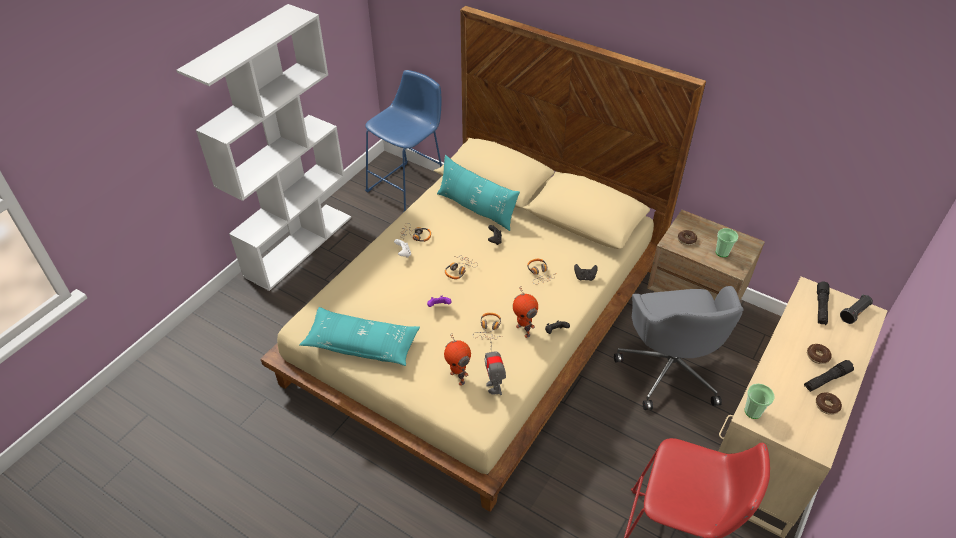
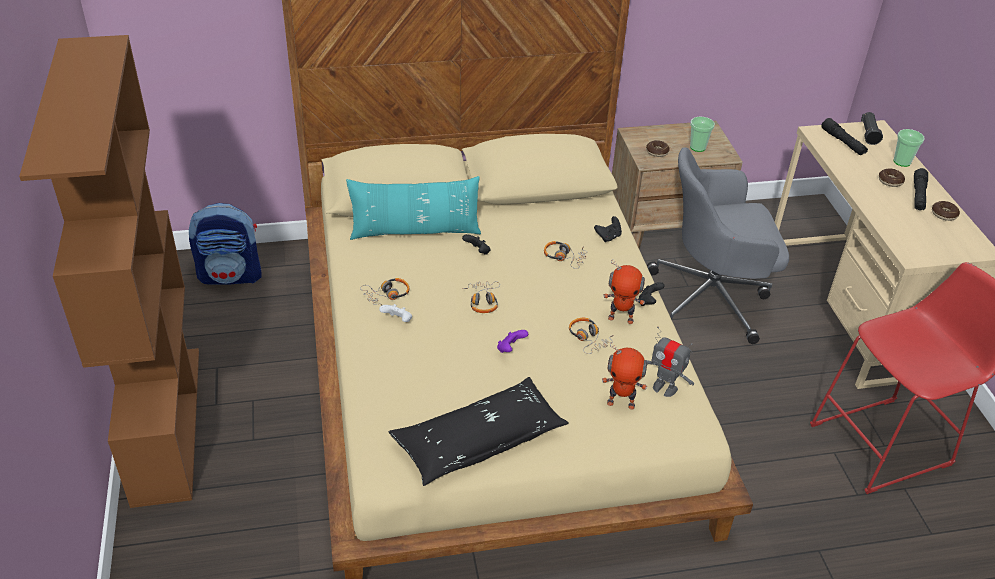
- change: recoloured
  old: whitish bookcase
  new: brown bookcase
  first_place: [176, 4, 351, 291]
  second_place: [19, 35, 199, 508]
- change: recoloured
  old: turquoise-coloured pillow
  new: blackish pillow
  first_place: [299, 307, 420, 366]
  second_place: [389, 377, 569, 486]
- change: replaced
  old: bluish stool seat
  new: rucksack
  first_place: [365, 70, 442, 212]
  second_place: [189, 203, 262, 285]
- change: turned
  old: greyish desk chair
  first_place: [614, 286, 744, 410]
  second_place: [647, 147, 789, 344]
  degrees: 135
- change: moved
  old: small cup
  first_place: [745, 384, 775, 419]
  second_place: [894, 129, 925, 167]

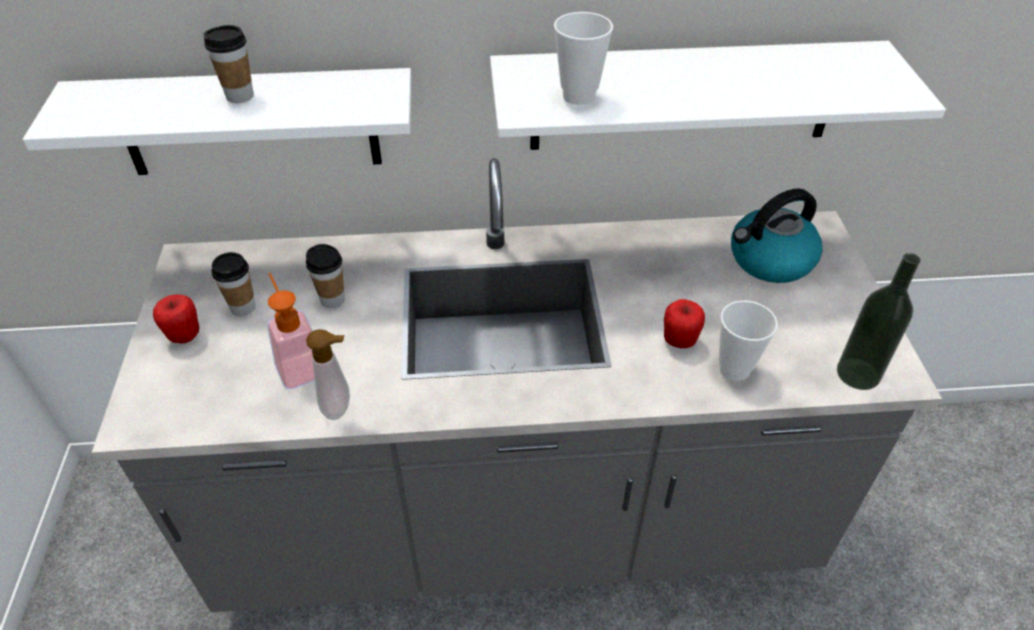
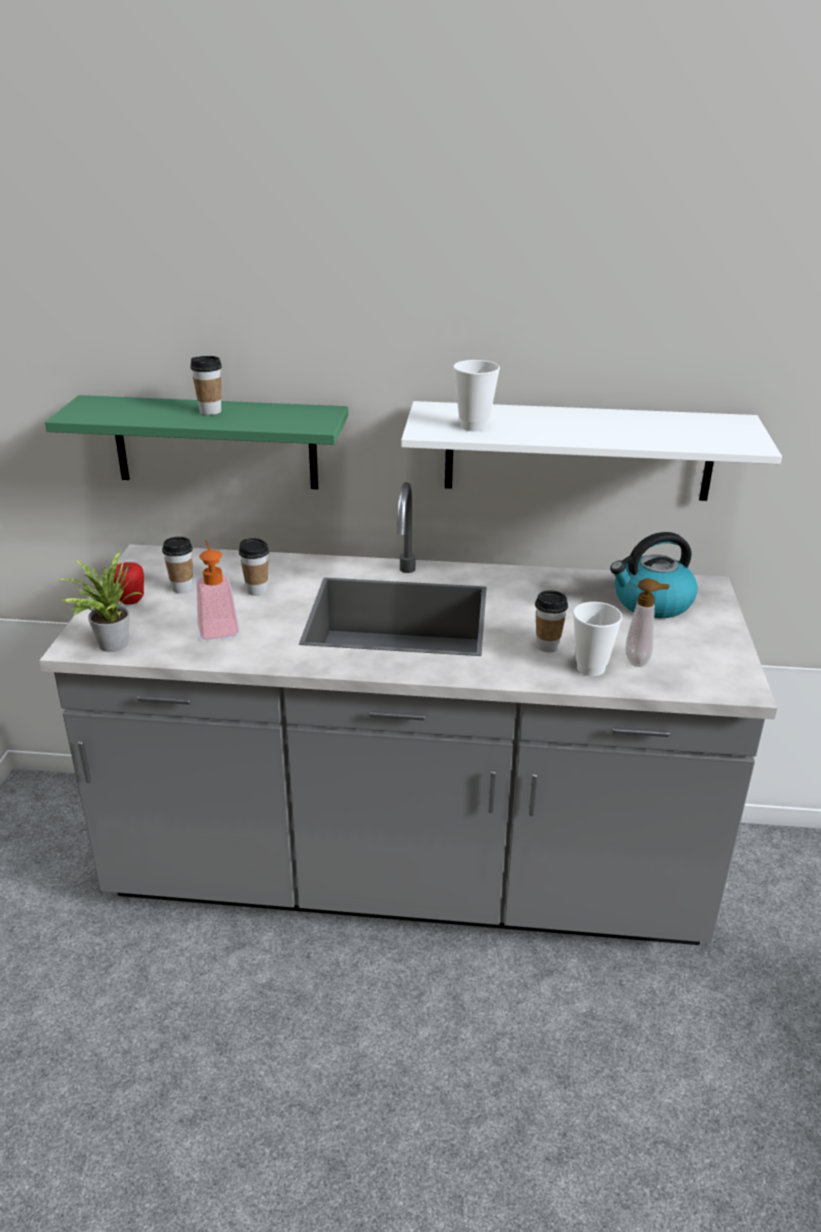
- change: recoloured
  old: whitish wall shelf
  new: greenish wall shelf
  first_place: [23, 68, 412, 175]
  second_place: [45, 395, 348, 489]
- change: moved
  old: liquid soap bottle
  first_place: [306, 329, 350, 420]
  second_place: [625, 578, 670, 667]
- change: replaced
  old: apple fruit
  new: small cup
  first_place: [664, 299, 705, 348]
  second_place: [535, 590, 568, 652]
- change: removed
  old: drink bottle
  first_place: [837, 253, 920, 390]
- change: added
  new: houseplant
  second_place: [56, 551, 141, 652]

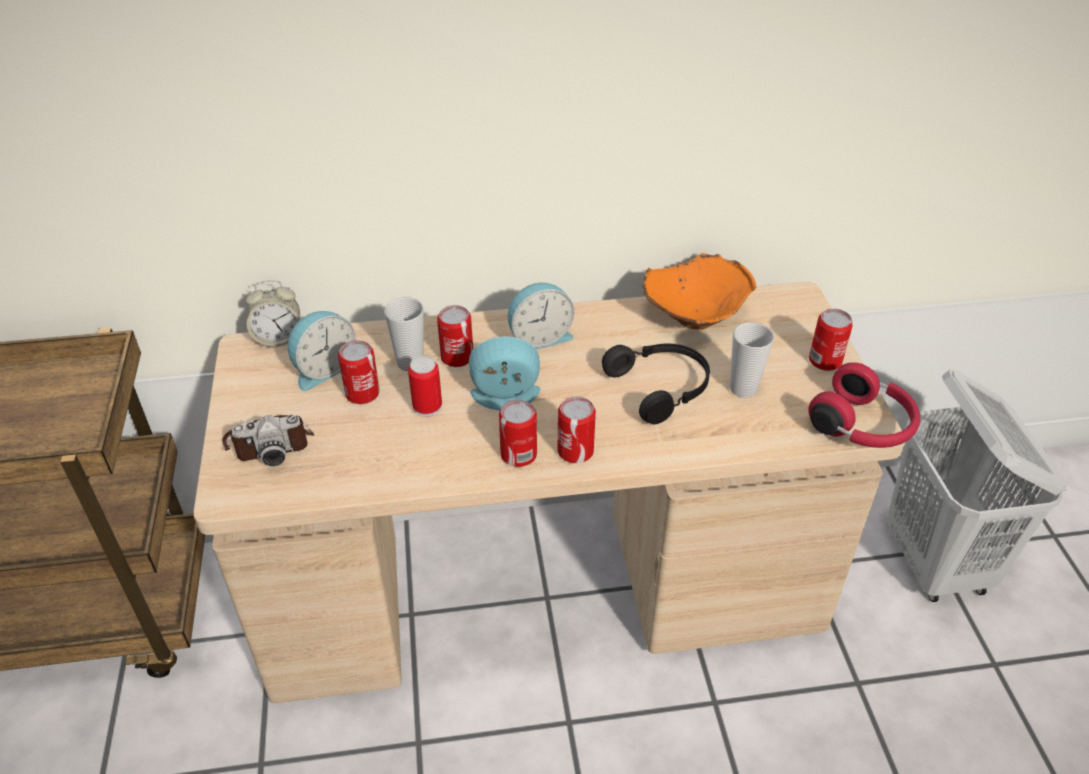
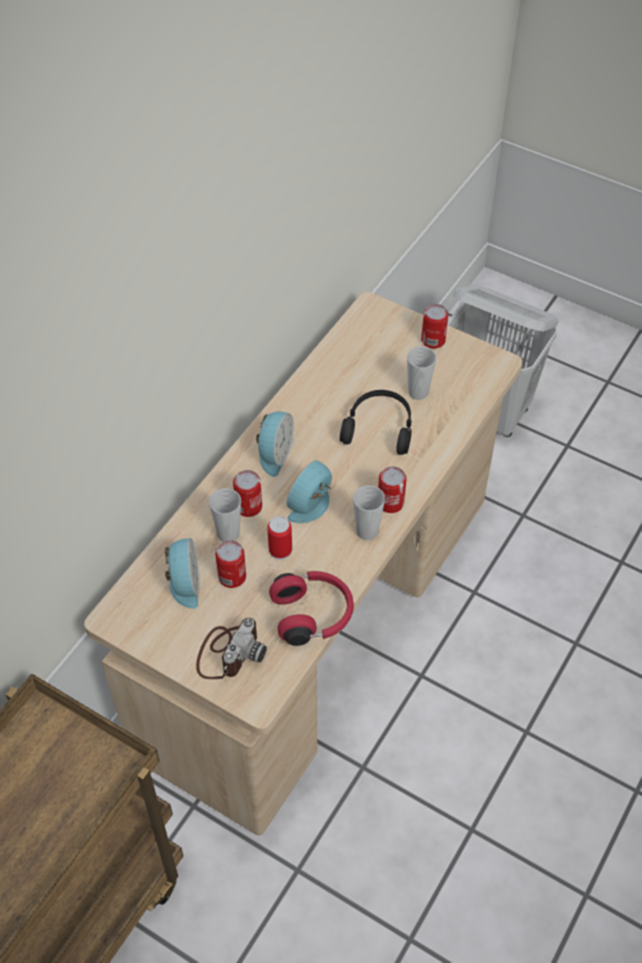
- change: removed
  old: table clock
  first_place: [246, 280, 300, 347]
- change: replaced
  old: can
  new: small cup
  first_place: [499, 400, 537, 467]
  second_place: [353, 485, 385, 540]
- change: removed
  old: orangey deep dish
  first_place: [642, 253, 756, 329]
- change: moved
  old: reddish headset
  first_place: [808, 362, 920, 448]
  second_place: [269, 571, 354, 646]

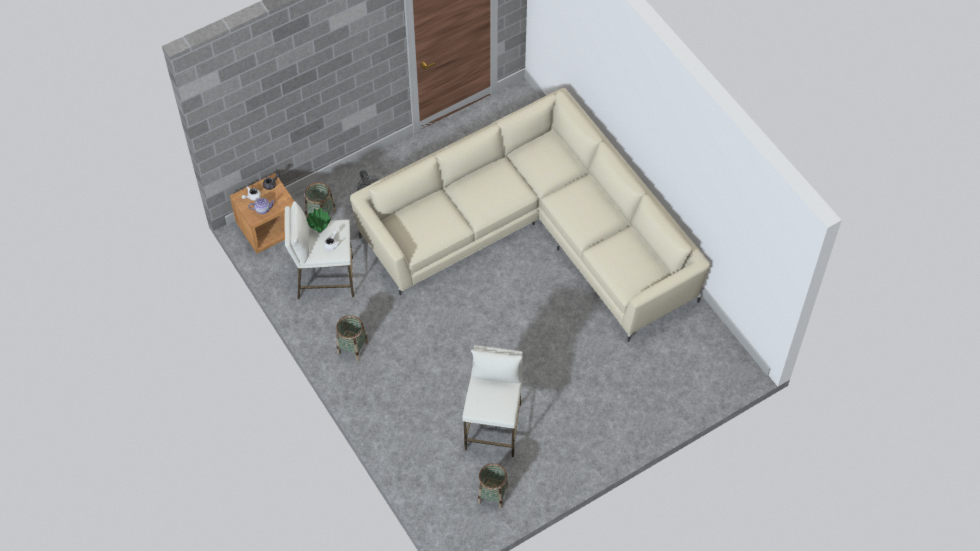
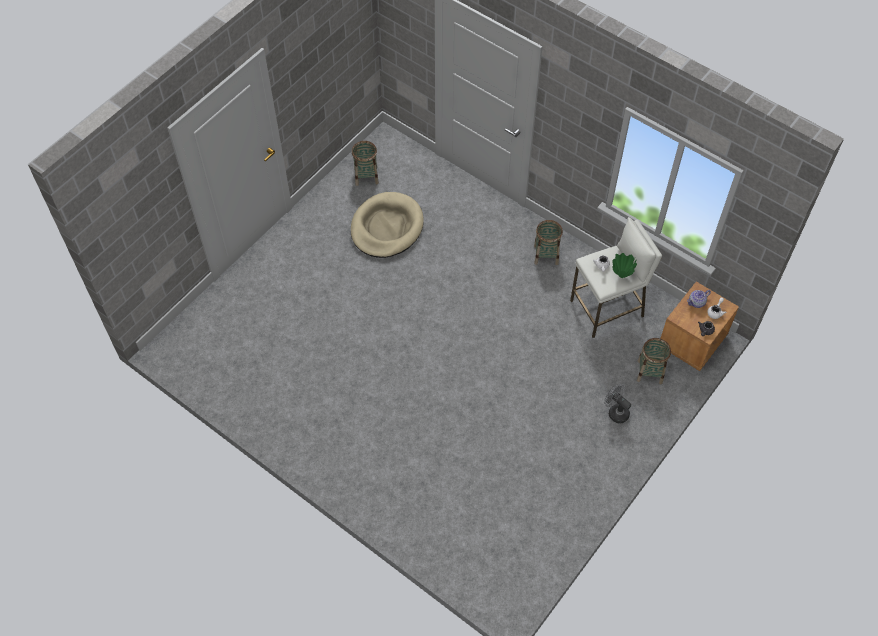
- change: removed
  old: sand-coloured sofa
  first_place: [350, 88, 710, 342]
- change: replaced
  old: whitish stool seat
  new: sand-coloured dog cushion
  first_place: [462, 345, 523, 457]
  second_place: [351, 192, 424, 258]

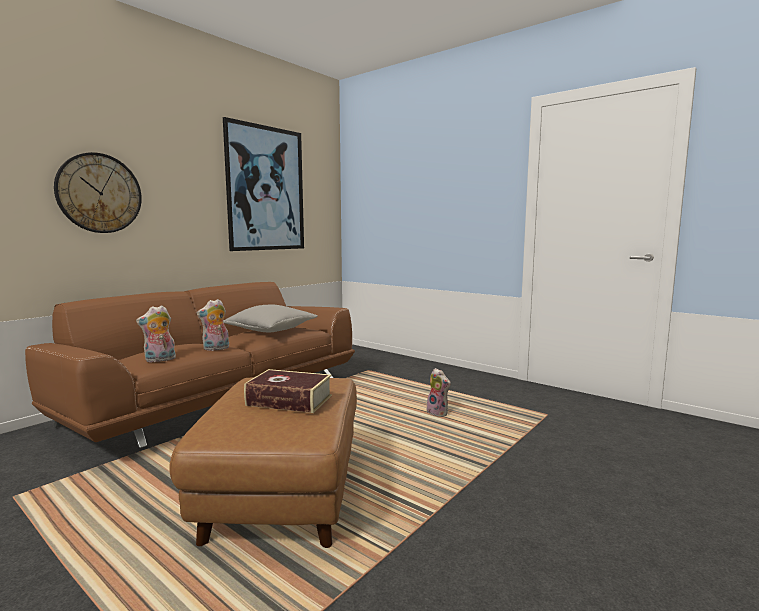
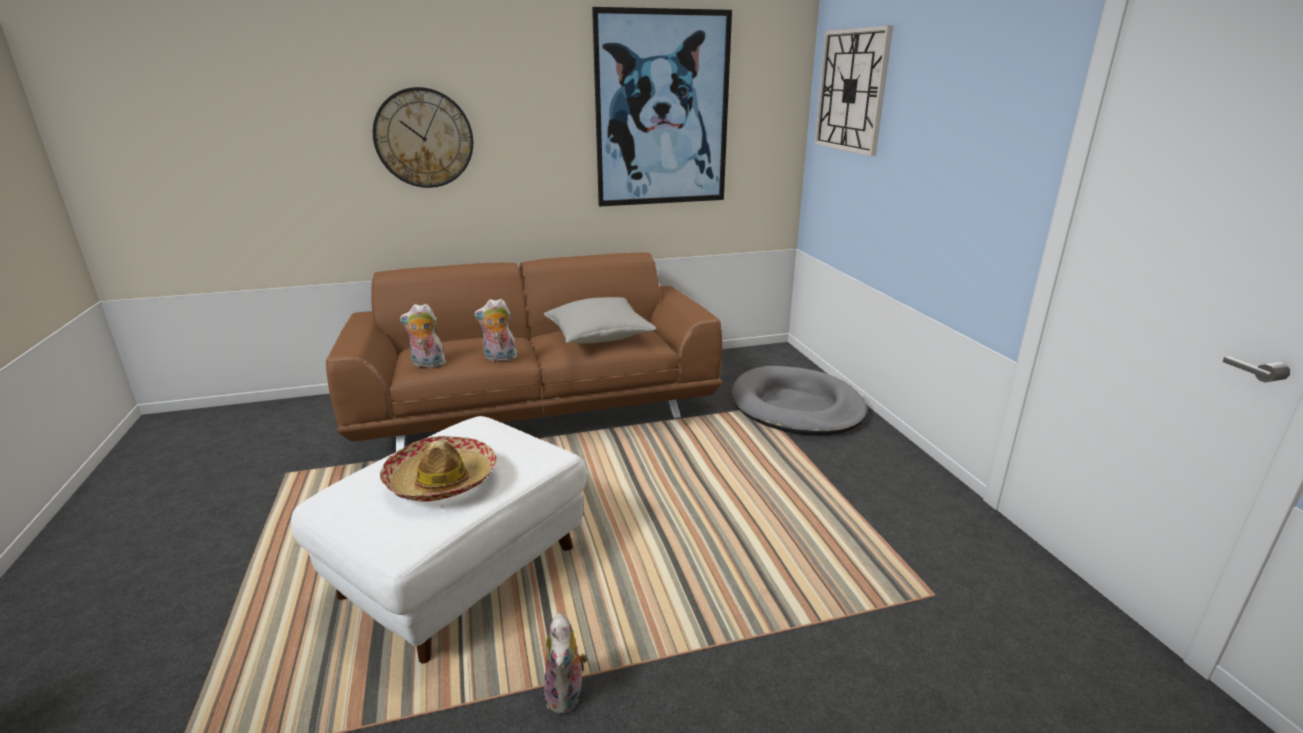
- change: recoloured
  old: brown footrest
  new: whitish footrest
  first_place: [169, 378, 357, 548]
  second_place: [291, 416, 587, 664]
- change: replaced
  old: book
  new: wearable hat
  first_place: [244, 369, 332, 413]
  second_place: [380, 436, 496, 501]
- change: moved
  old: soft toy
  first_place: [427, 368, 451, 417]
  second_place: [544, 613, 588, 714]
- change: added
  new: greyish dog cushion
  second_place: [732, 366, 867, 435]
- change: added
  new: hanging clock
  second_place: [814, 25, 893, 156]

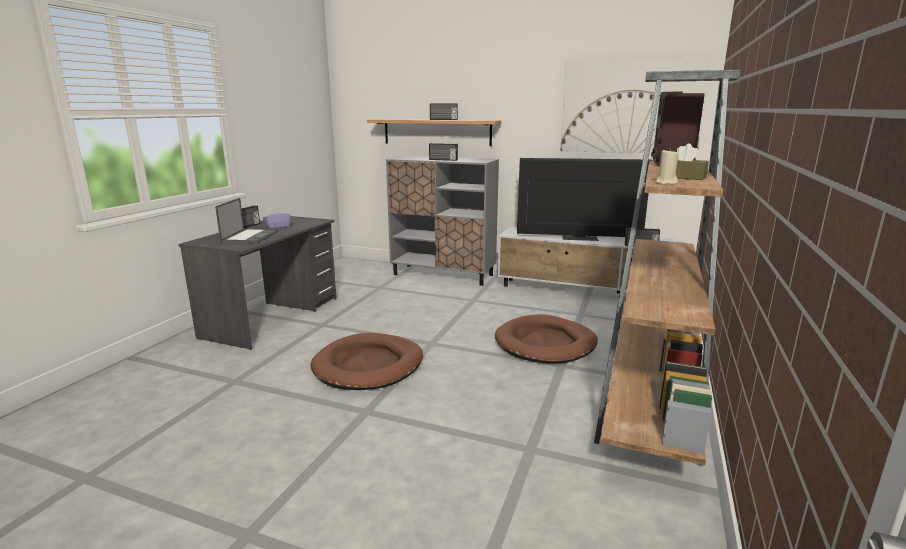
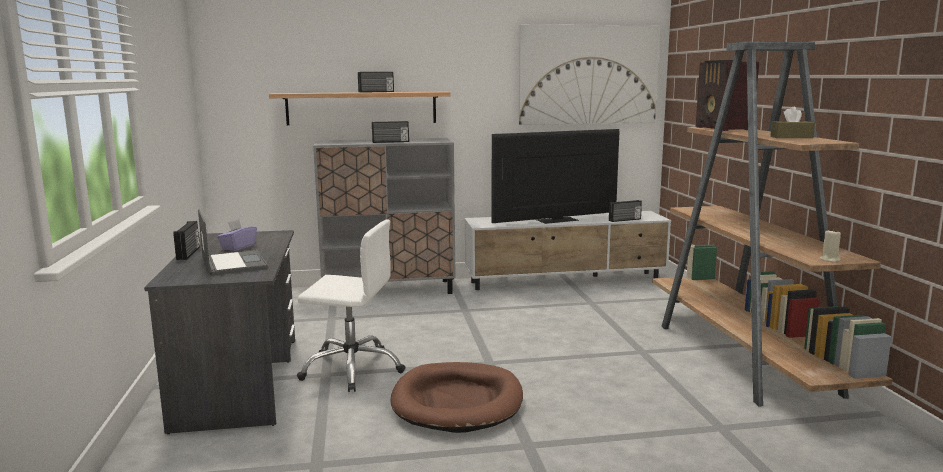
- change: removed
  old: brown dog cushion
  first_place: [495, 314, 598, 364]
- change: moved
  old: sand-coloured wax light
  first_place: [655, 148, 679, 184]
  second_place: [820, 229, 841, 263]
- change: added
  new: whitish desk chair
  second_place: [297, 219, 406, 392]

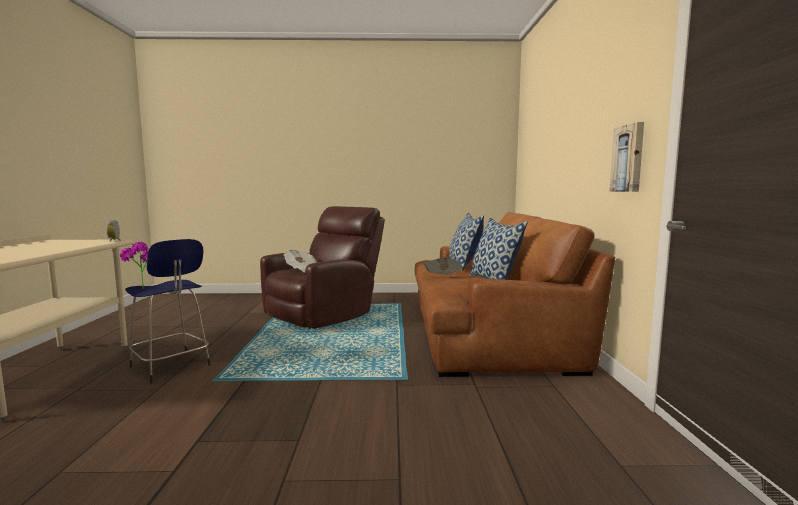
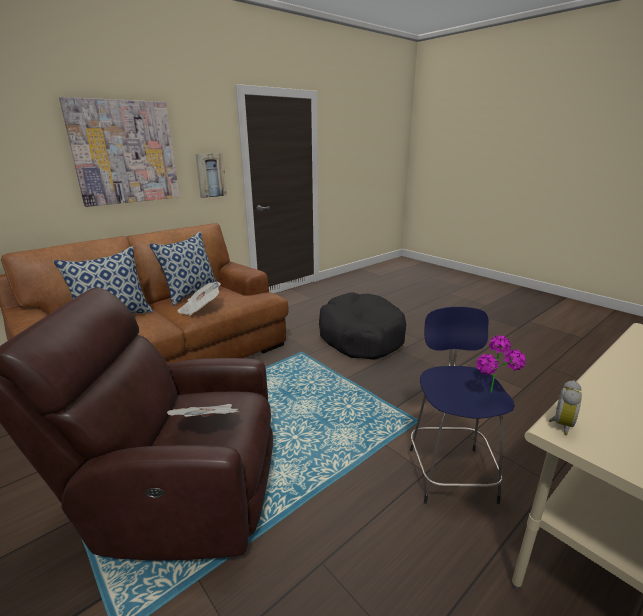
- change: added
  new: wall picture
  second_place: [59, 97, 180, 207]
- change: added
  new: blackish dog cushion
  second_place: [319, 292, 406, 360]

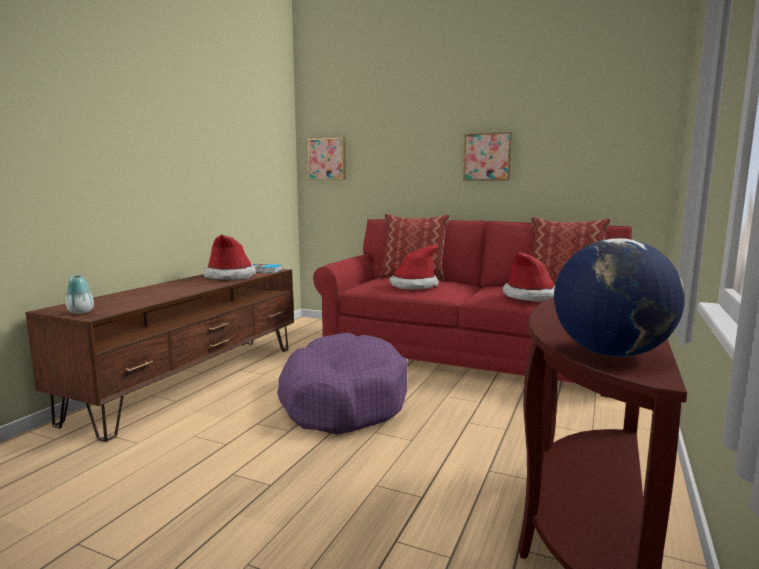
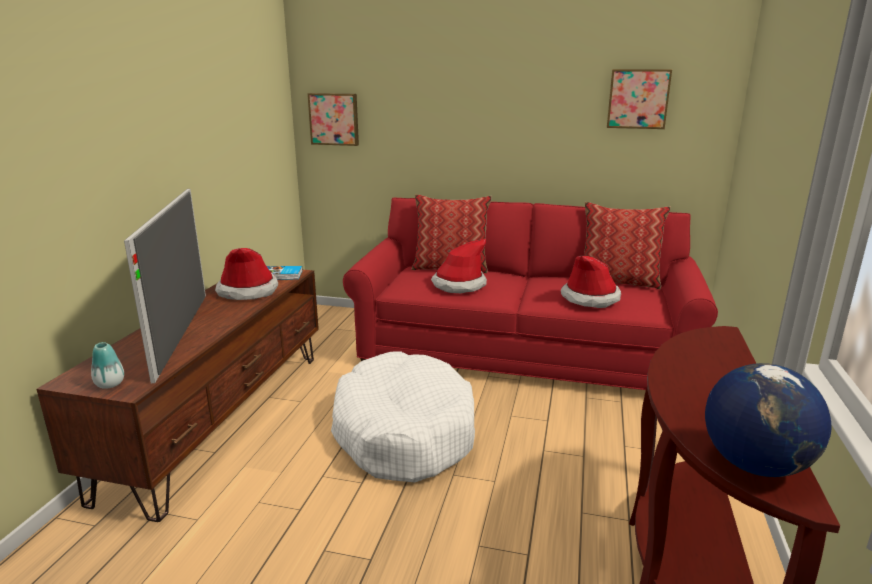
- change: recoloured
  old: purple-coloured dog cushion
  new: whitish dog cushion
  first_place: [277, 333, 408, 434]
  second_place: [331, 351, 475, 483]
- change: moved
  old: wall picture
  first_place: [463, 132, 512, 181]
  second_place: [607, 69, 672, 129]
- change: added
  new: TV set
  second_place: [124, 189, 206, 383]

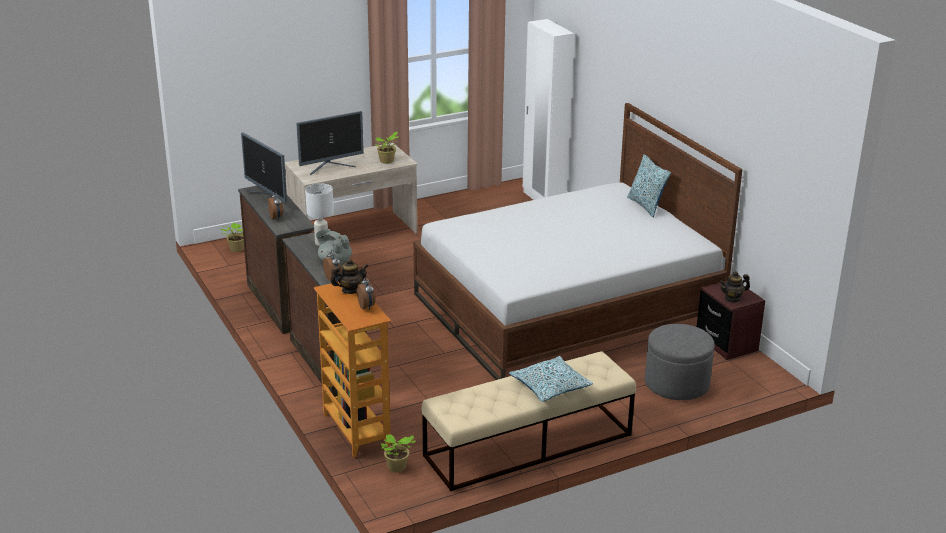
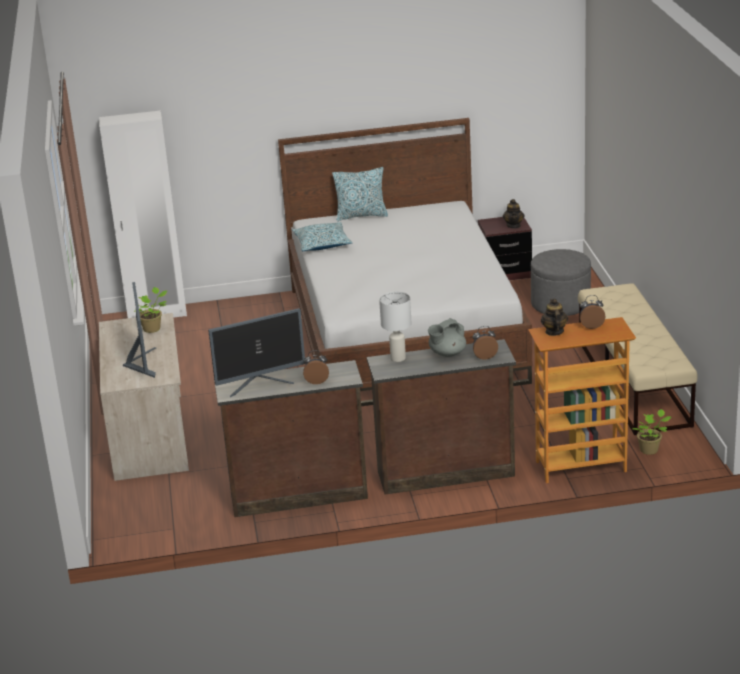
- change: removed
  old: houseplant
  first_place: [220, 223, 244, 252]
- change: moved
  old: pillow
  first_place: [509, 356, 593, 402]
  second_place: [292, 222, 353, 251]

